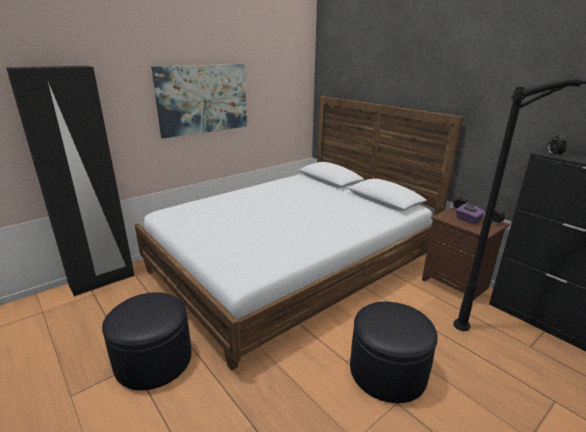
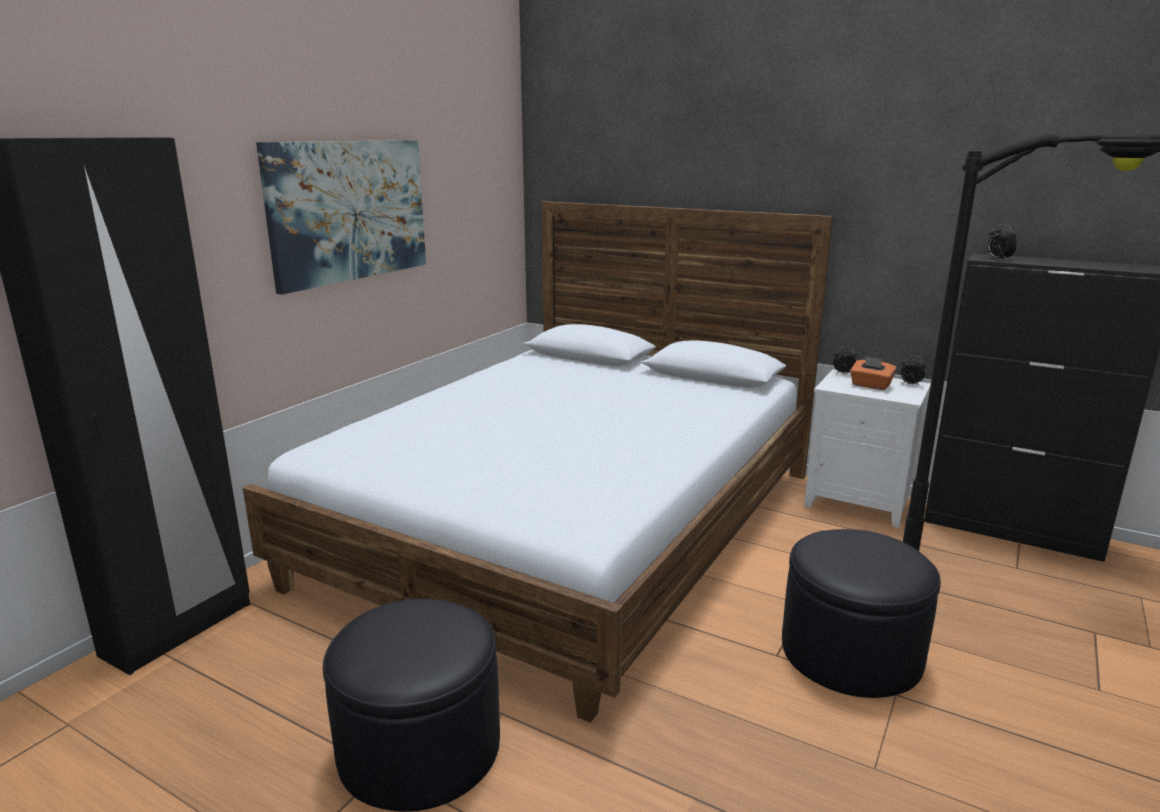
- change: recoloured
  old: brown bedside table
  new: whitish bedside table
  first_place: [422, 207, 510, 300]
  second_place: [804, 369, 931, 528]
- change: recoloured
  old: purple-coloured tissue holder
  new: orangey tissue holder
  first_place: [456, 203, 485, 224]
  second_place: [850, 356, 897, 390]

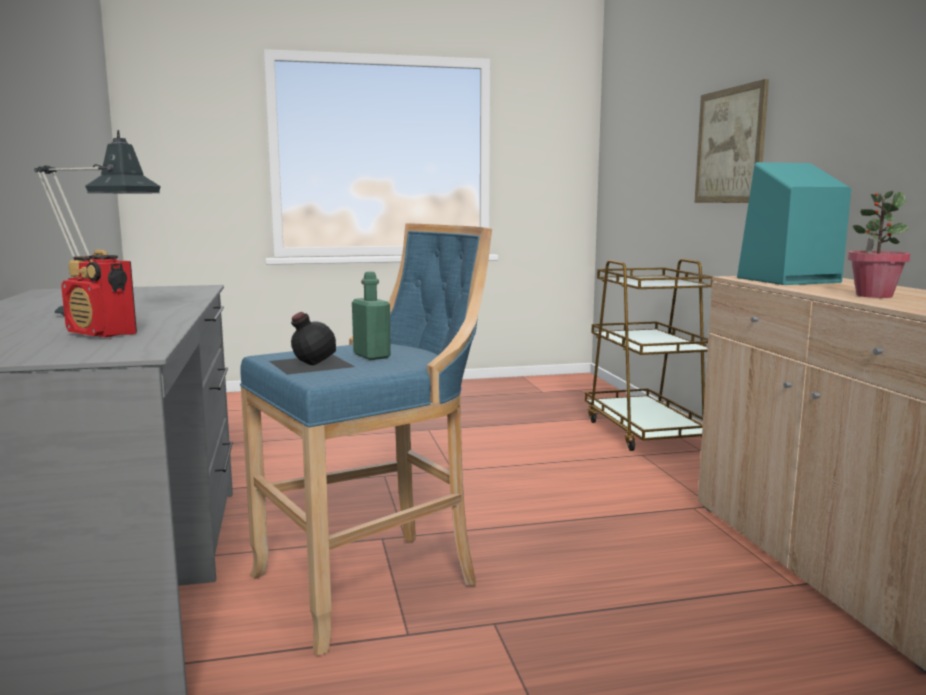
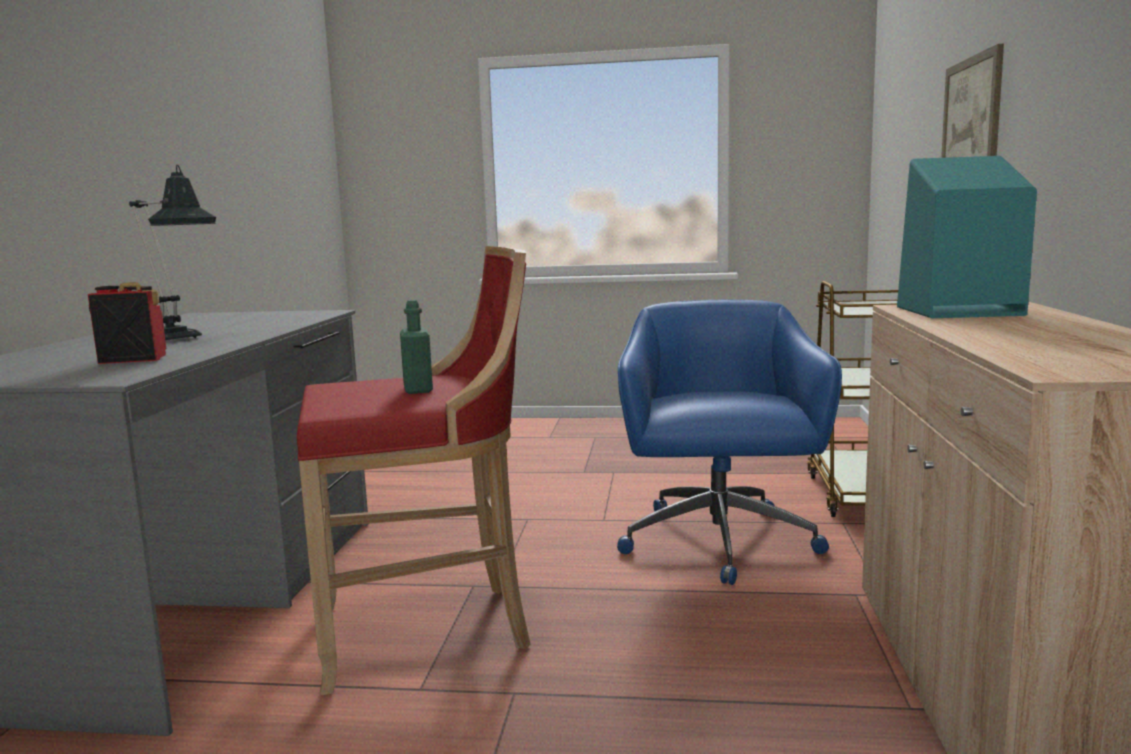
- change: turned
  old: radio
  first_place: [61, 250, 137, 337]
  second_place: [88, 282, 166, 364]
  degrees: 120
- change: recoloured
  old: bluish stool seat
  new: reddish stool seat
  first_place: [240, 223, 492, 656]
  second_place: [297, 246, 530, 696]
- change: removed
  old: blackish drink bottle
  first_place: [269, 312, 355, 375]
- change: removed
  old: houseplant
  first_place: [848, 191, 910, 298]
- change: added
  new: bluish desk chair
  second_place: [617, 299, 842, 585]

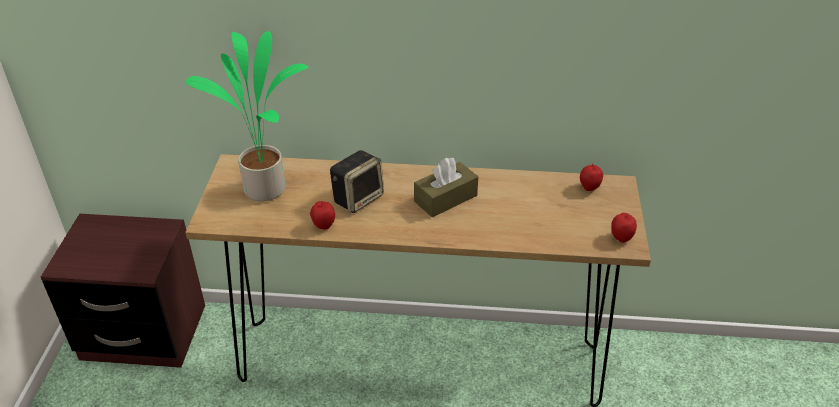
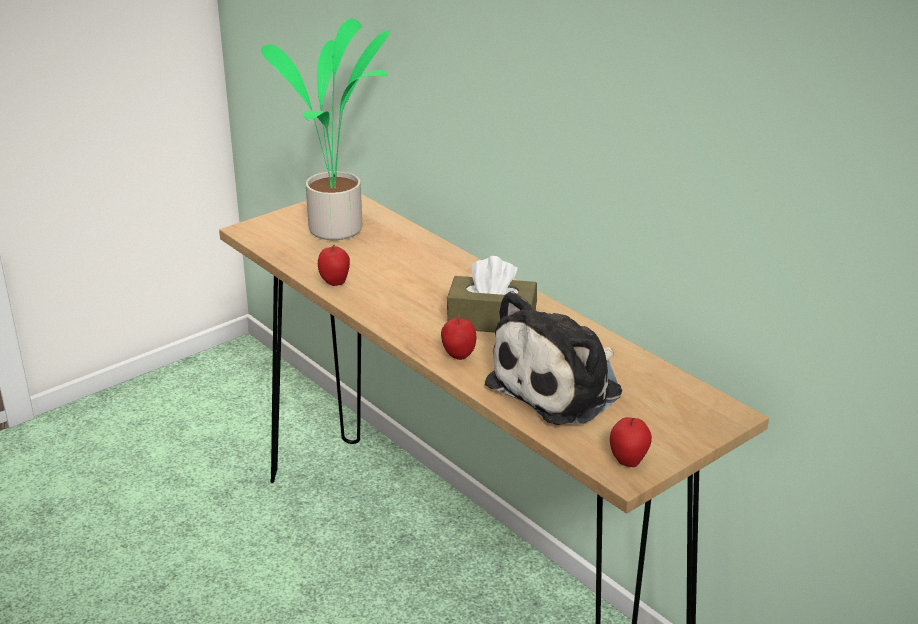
- change: removed
  old: brown bedside table
  first_place: [41, 214, 205, 368]
- change: removed
  old: audio speaker
  first_place: [330, 150, 384, 213]
- change: moved
  old: apple fruit
  first_place: [580, 164, 603, 191]
  second_place: [441, 314, 476, 360]
- change: added
  new: soft toy
  second_place: [485, 291, 622, 425]

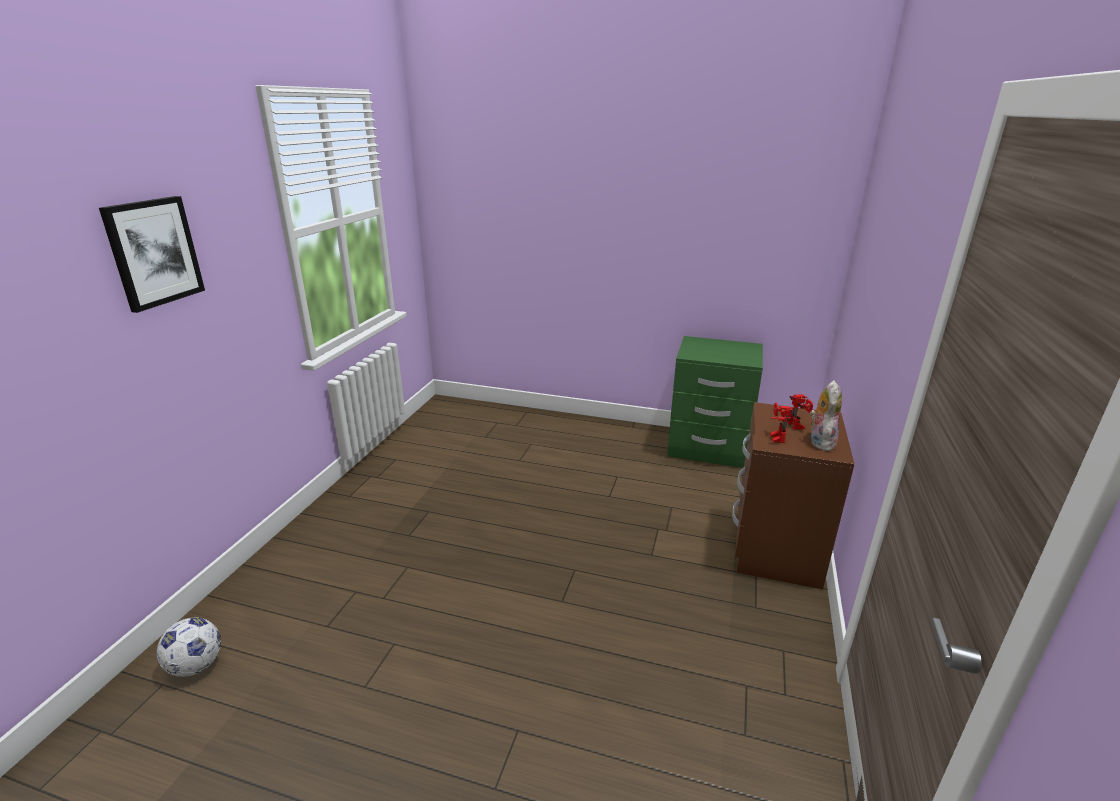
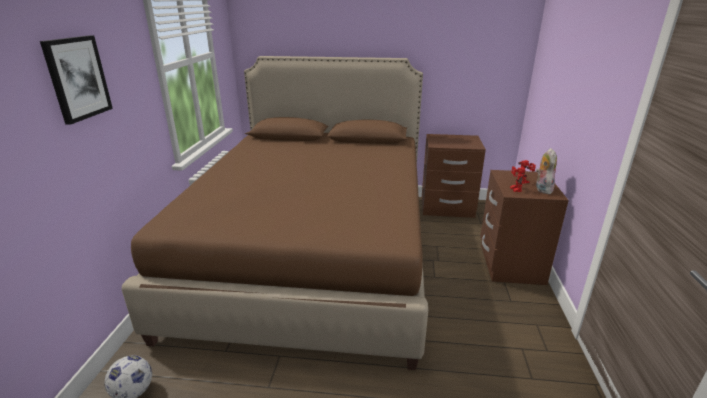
- change: recoloured
  old: greenish bedside table
  new: brown bedside table
  first_place: [667, 336, 763, 468]
  second_place: [422, 134, 486, 218]
- change: added
  new: brown bedroom bed
  second_place: [122, 56, 428, 370]

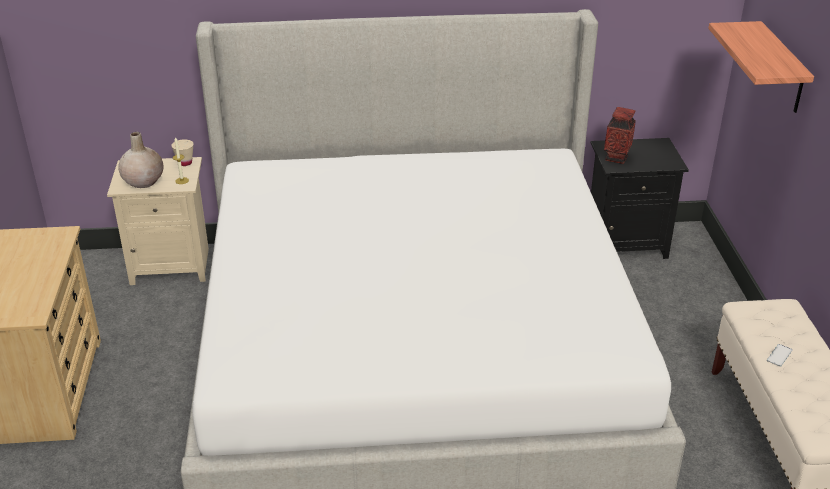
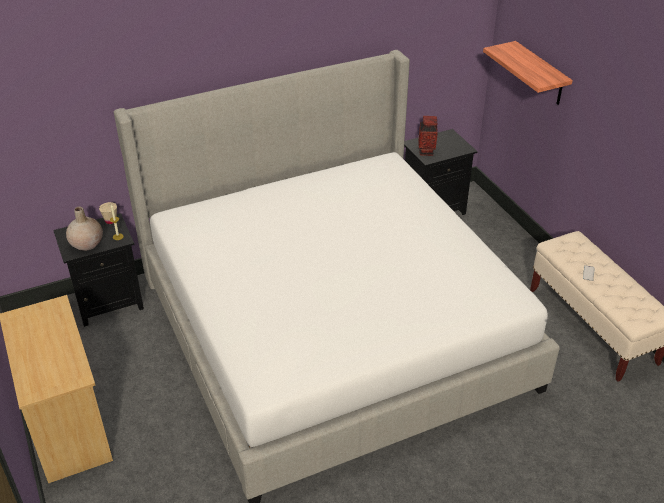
- change: recoloured
  old: sand-coloured bedside table
  new: blackish bedside table
  first_place: [107, 157, 209, 285]
  second_place: [53, 213, 144, 327]

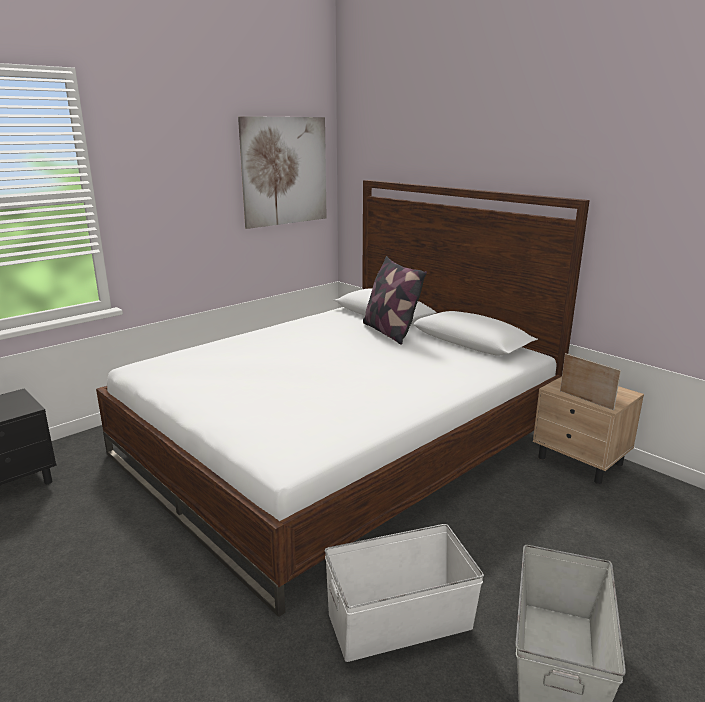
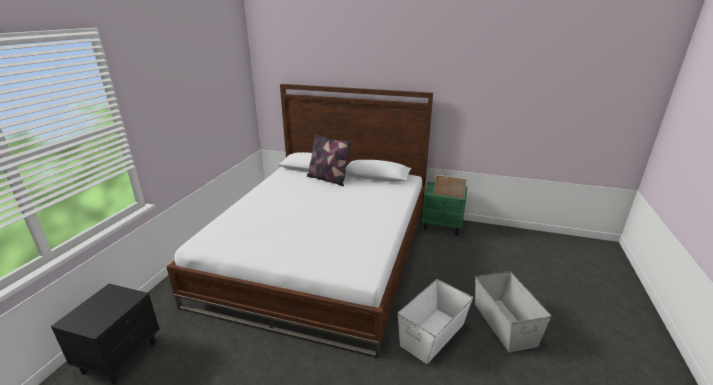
- change: removed
  old: wall picture
  first_place: [238, 116, 327, 229]
- change: recoloured
  old: sand-coloured bedside table
  new: greenish bedside table
  first_place: [533, 377, 644, 484]
  second_place: [422, 182, 467, 235]

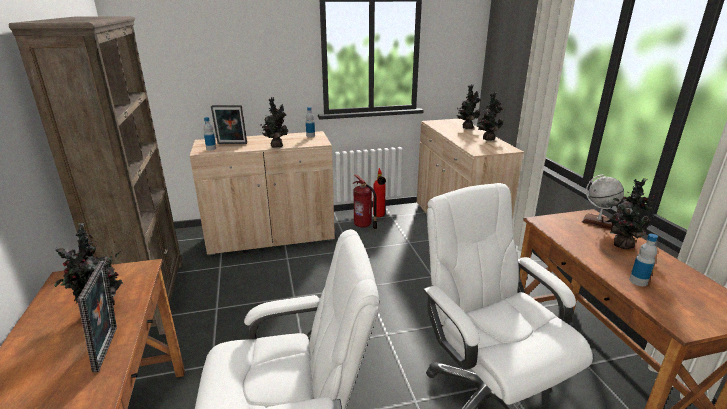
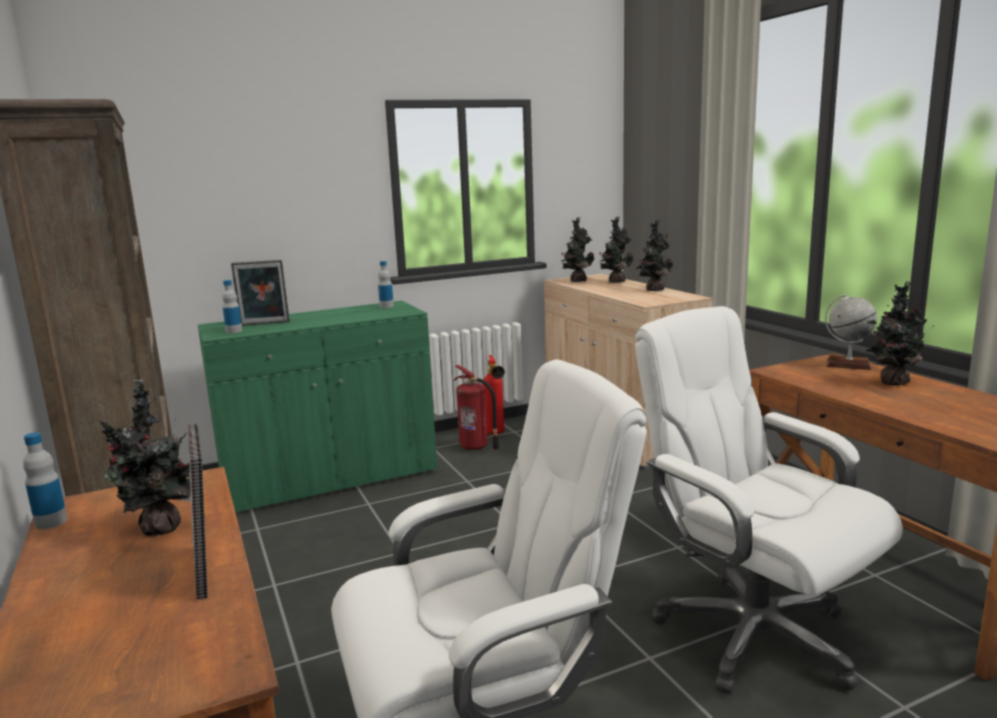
- change: recoloured
  old: sand-coloured cabinet
  new: greenish cabinet
  first_place: [190, 131, 335, 255]
  second_place: [198, 301, 437, 514]
- change: moved
  old: houseplant
  first_place: [260, 97, 289, 148]
  second_place: [561, 217, 594, 282]
- change: moved
  old: drink bottle
  first_place: [629, 234, 658, 286]
  second_place: [23, 432, 67, 529]

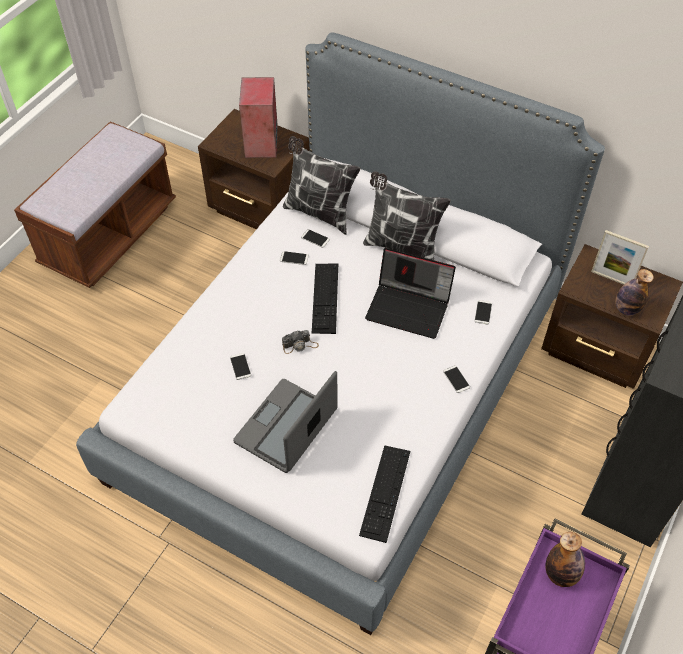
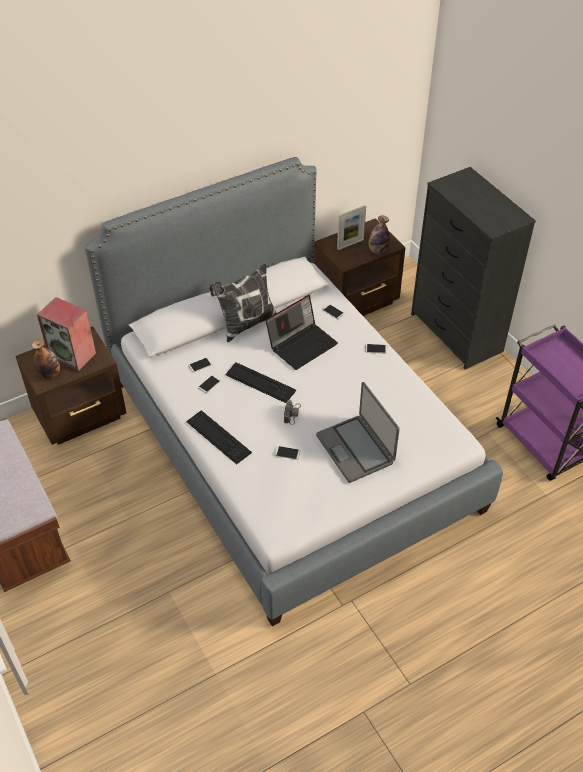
- change: removed
  old: pillow
  first_place: [283, 136, 360, 235]
- change: moved
  old: computer keyboard
  first_place: [359, 445, 410, 543]
  second_place: [186, 410, 252, 464]
- change: moved
  old: drink bottle
  first_place: [546, 532, 585, 587]
  second_place: [32, 339, 60, 379]

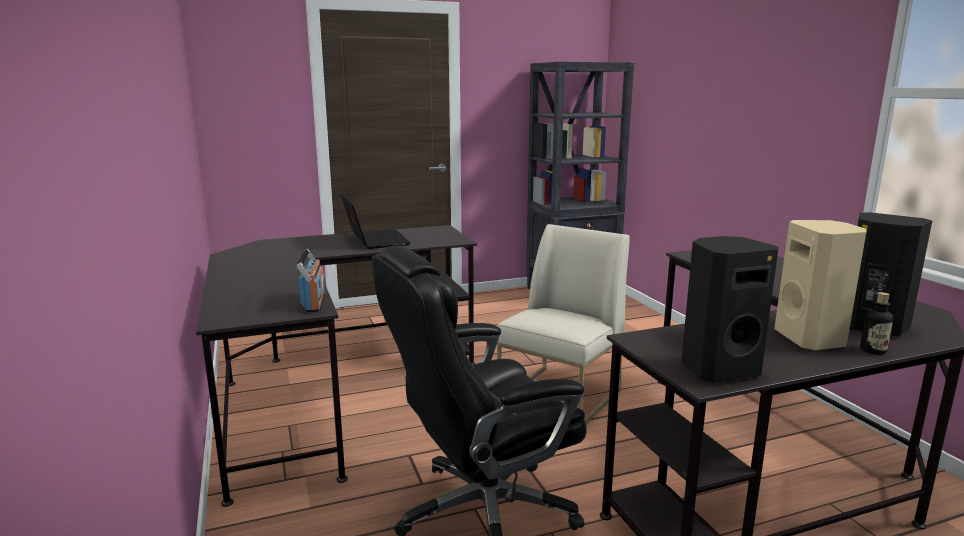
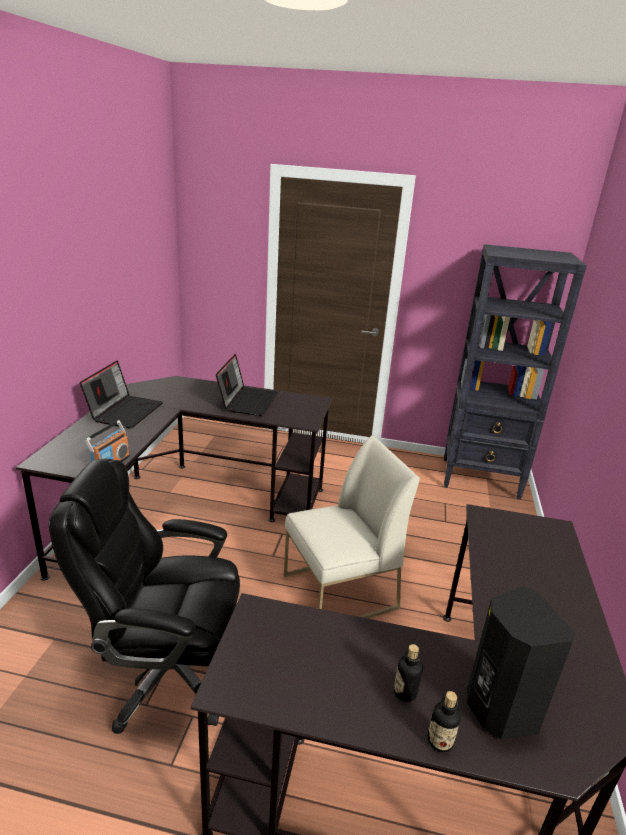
- change: removed
  old: blackish audio speaker
  first_place: [681, 236, 778, 383]
- change: replaced
  old: sand-coloured audio speaker
  new: drink bottle
  first_place: [774, 220, 866, 350]
  second_place: [394, 644, 423, 702]
- change: added
  new: notebook computer
  second_place: [80, 360, 163, 429]

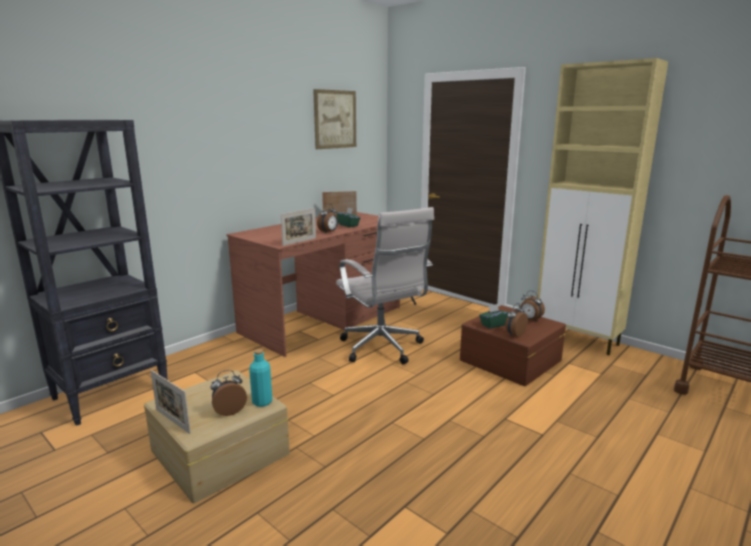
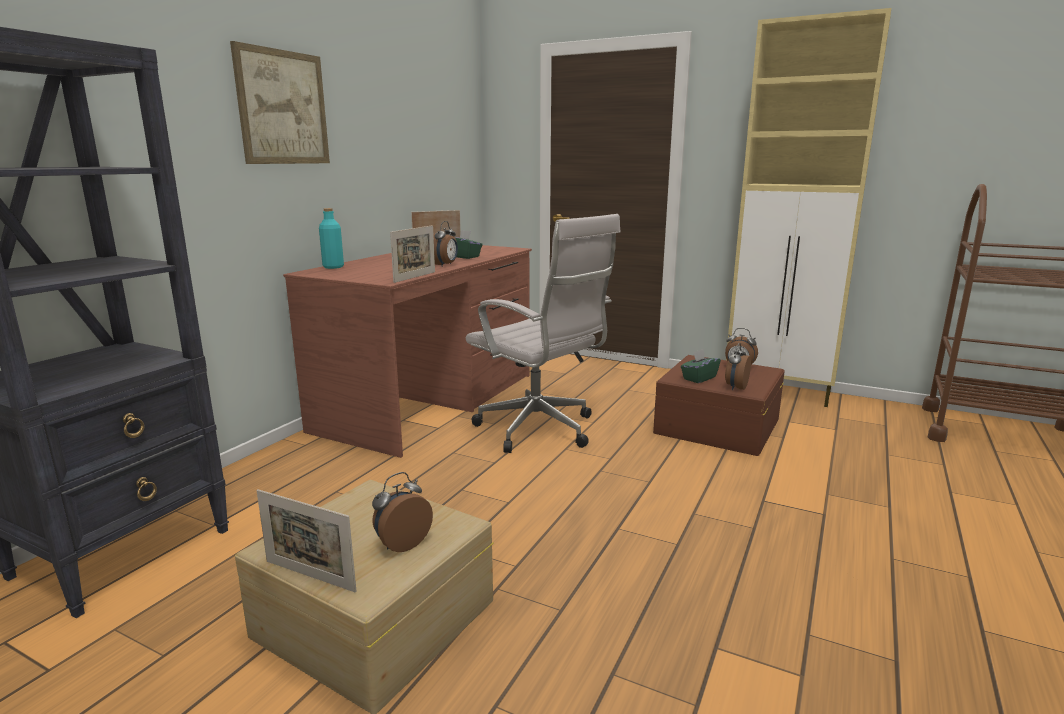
- change: moved
  old: turquoise-coloured drink bottle
  first_place: [249, 349, 272, 407]
  second_place: [319, 208, 344, 269]
- change: moved
  old: wall picture
  first_place: [313, 89, 356, 149]
  second_place: [230, 41, 330, 164]

